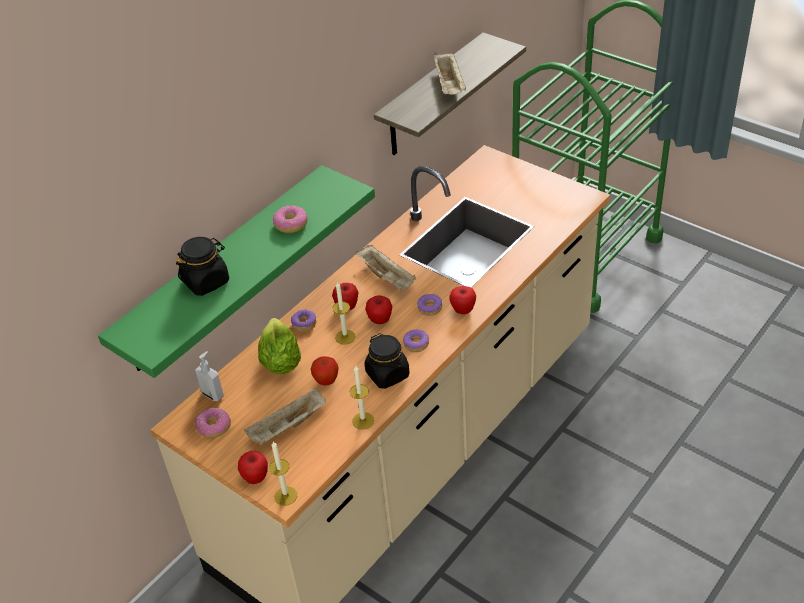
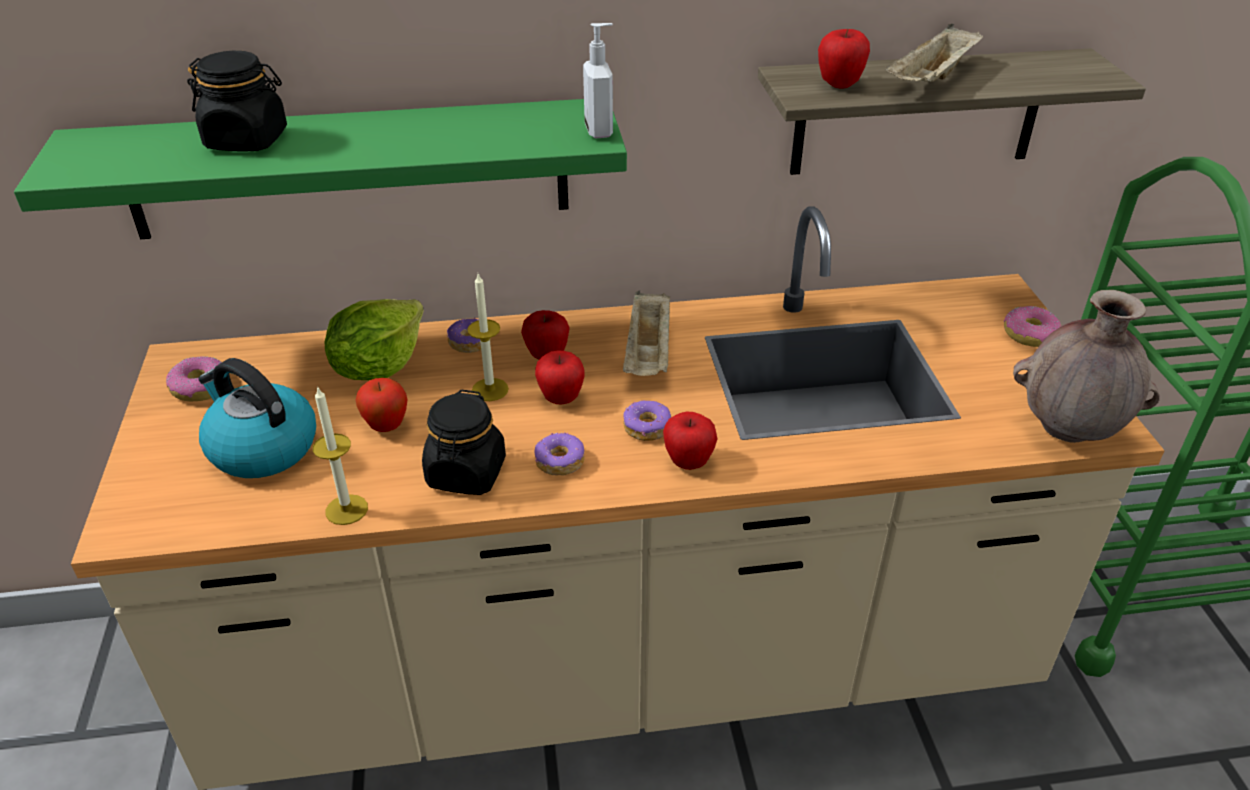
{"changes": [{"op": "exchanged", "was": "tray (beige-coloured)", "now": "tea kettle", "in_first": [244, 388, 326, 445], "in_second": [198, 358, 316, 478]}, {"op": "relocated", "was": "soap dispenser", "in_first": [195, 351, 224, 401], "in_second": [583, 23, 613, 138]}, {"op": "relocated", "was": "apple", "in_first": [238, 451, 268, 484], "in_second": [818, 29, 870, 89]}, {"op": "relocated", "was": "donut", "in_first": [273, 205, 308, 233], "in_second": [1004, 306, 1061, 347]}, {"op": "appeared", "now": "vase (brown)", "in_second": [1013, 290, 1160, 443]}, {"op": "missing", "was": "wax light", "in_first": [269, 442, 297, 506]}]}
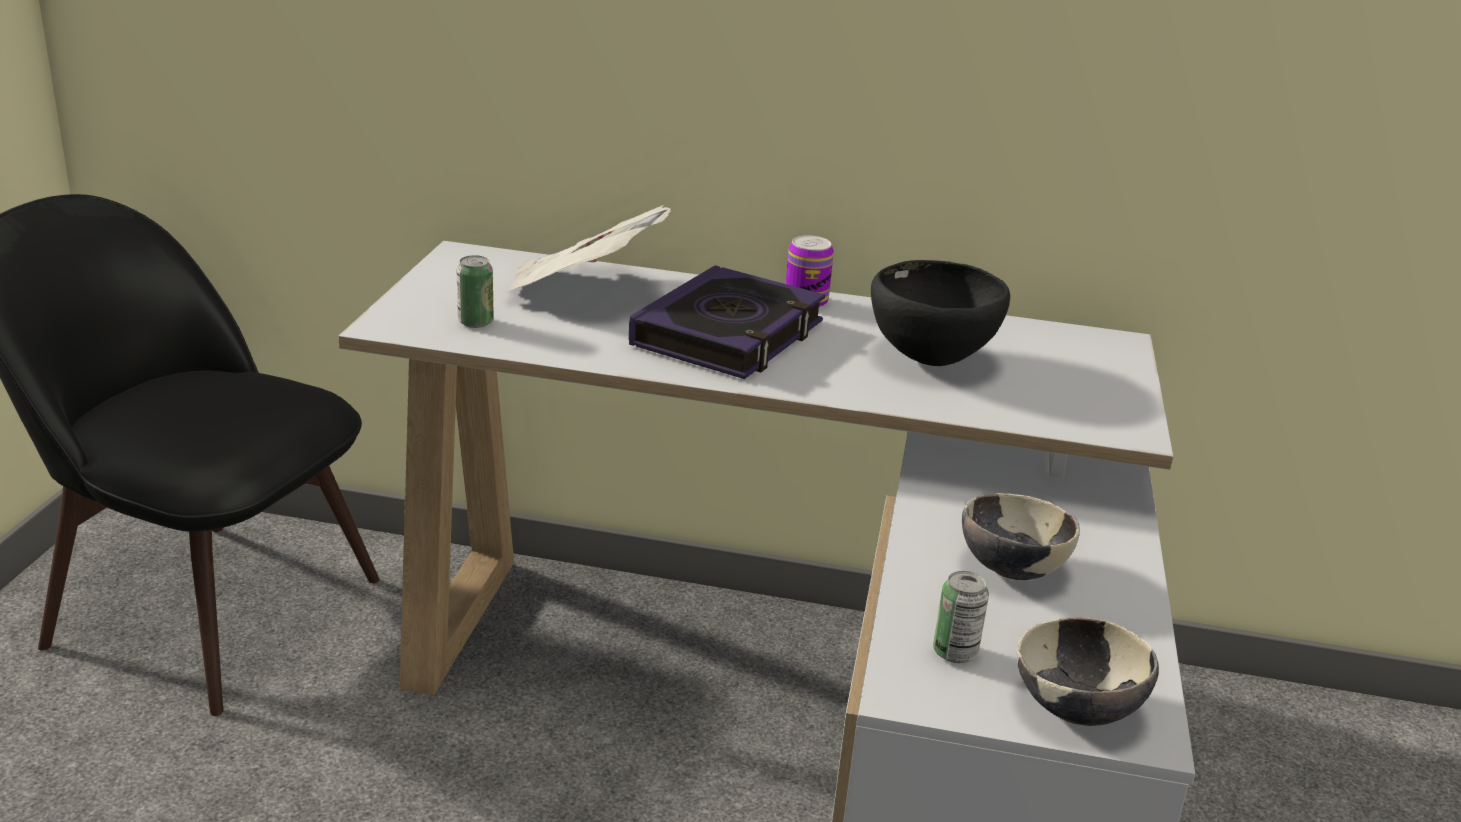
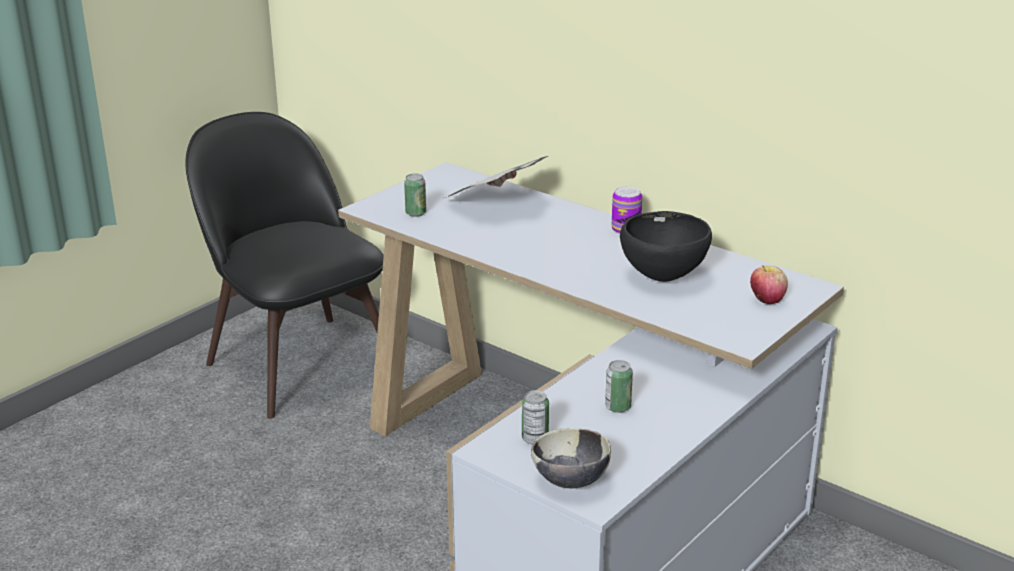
{"changes": [{"op": "exchanged", "was": "serving bowl", "now": "can", "in_first": [962, 493, 1080, 580], "in_second": [605, 360, 633, 413]}, {"op": "appeared", "now": "apple", "in_second": [750, 265, 788, 304]}, {"op": "missing", "was": "volume", "in_first": [629, 265, 825, 379]}]}
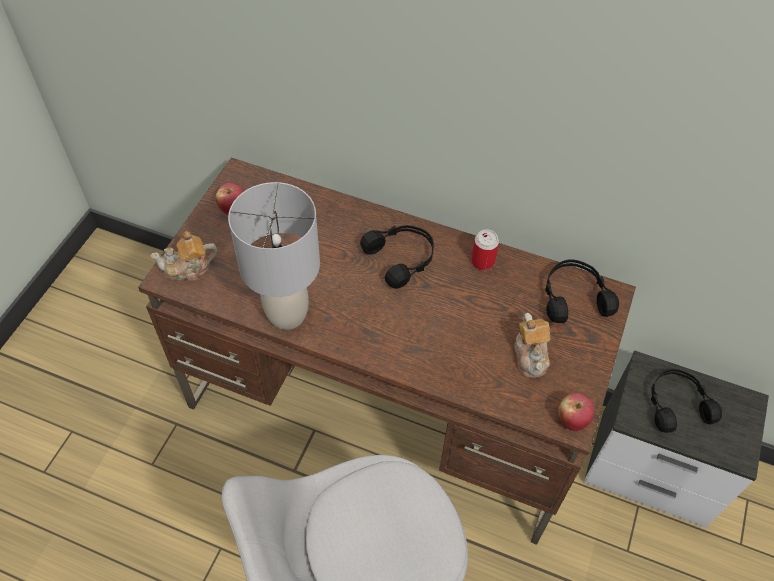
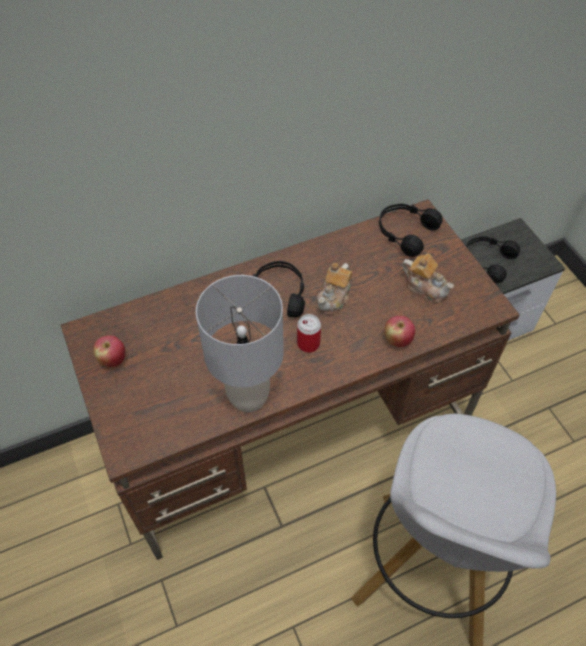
{"changes": [{"op": "relocated", "was": "can", "in_first": [471, 229, 499, 270], "in_second": [297, 314, 321, 352]}, {"op": "relocated", "was": "pot for tea", "in_first": [150, 231, 217, 281], "in_second": [316, 263, 352, 315]}, {"op": "relocated", "was": "apple", "in_first": [558, 393, 594, 431], "in_second": [384, 316, 415, 347]}]}
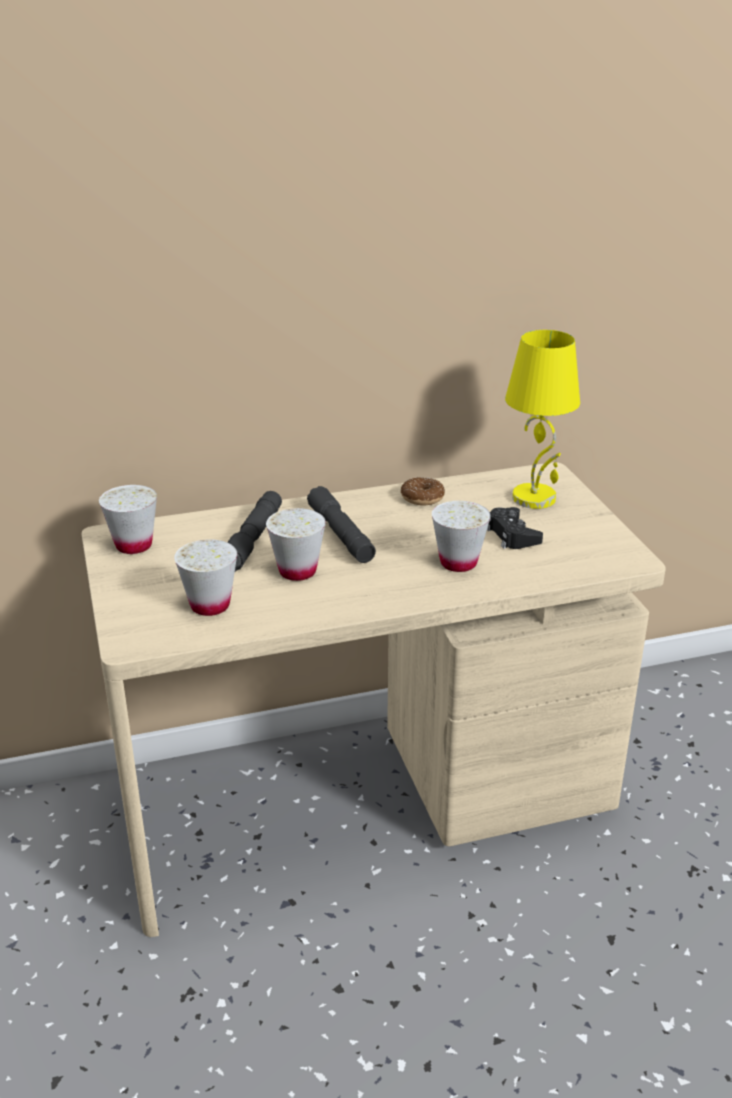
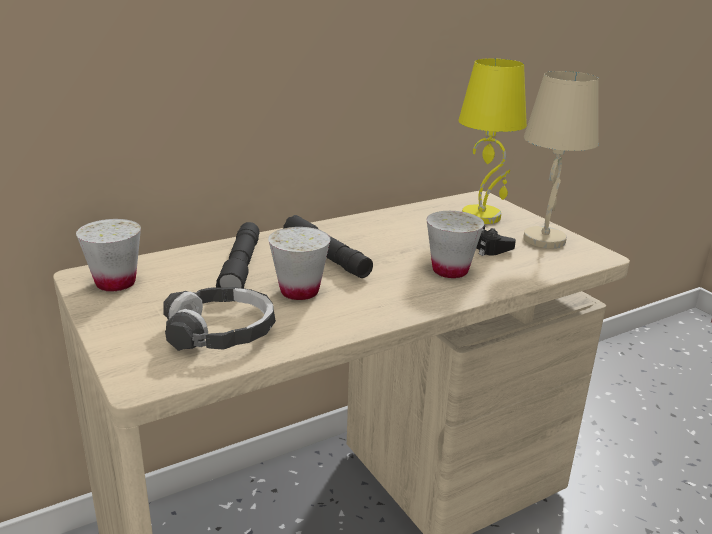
{"changes": [{"op": "exchanged", "was": "small cup (whitish)", "now": "headphones", "in_first": [174, 539, 237, 616], "in_second": [163, 287, 276, 351]}, {"op": "appeared", "now": "lamp for a table (beige-coloured)", "in_second": [523, 71, 599, 249]}, {"op": "missing", "was": "donut", "in_first": [401, 477, 445, 505]}]}
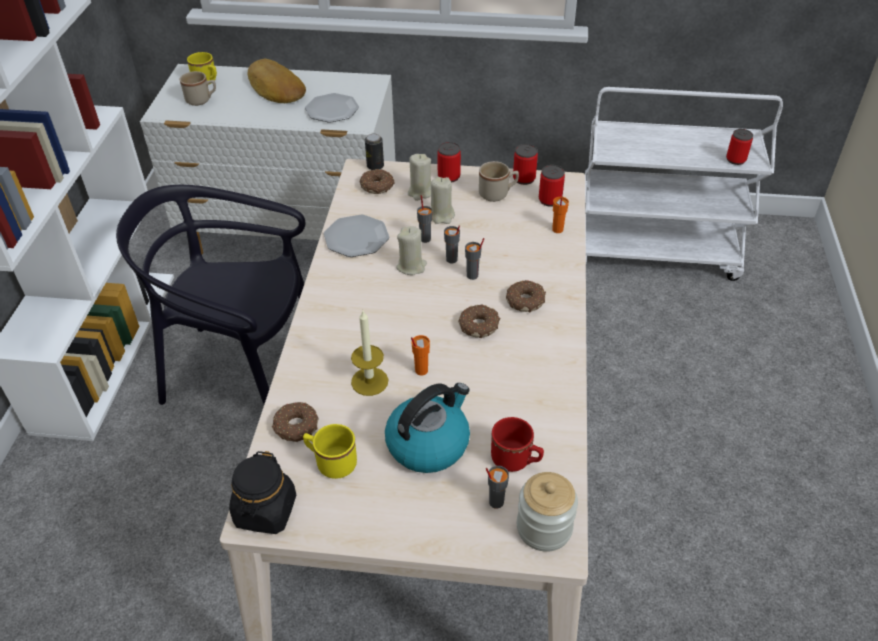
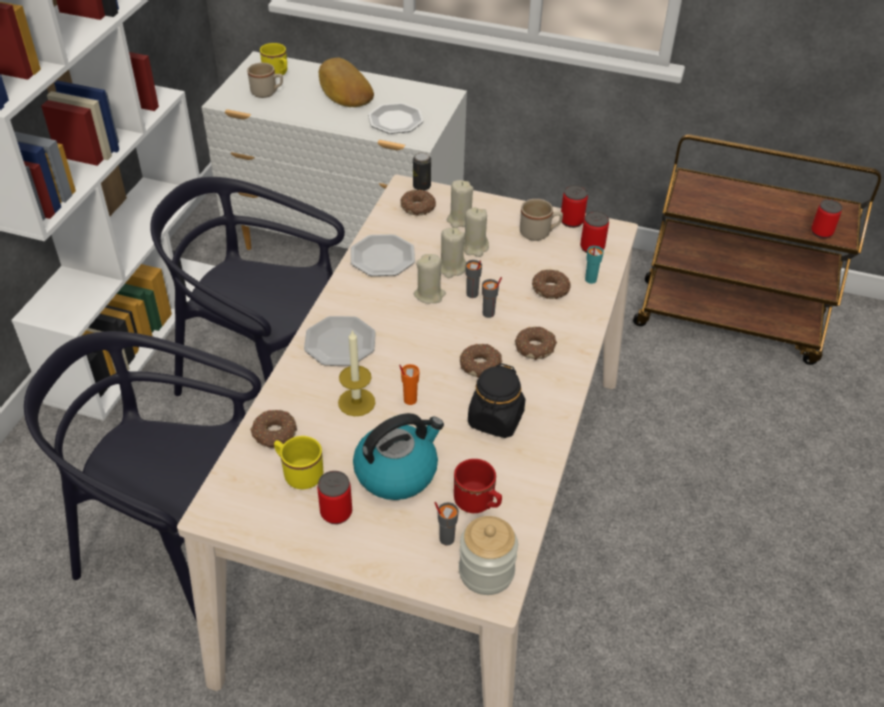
{"changes": [{"op": "appeared", "now": "upright chair (blackish)", "in_second": [24, 331, 261, 622]}, {"op": "appeared", "now": "plate", "in_second": [304, 316, 376, 366]}, {"op": "relocated", "was": "can", "in_first": [437, 142, 461, 183], "in_second": [317, 471, 352, 524]}, {"op": "exchanged", "was": "small cup (greyish)", "now": "wax light (beige-coloured)", "in_first": [417, 195, 433, 243], "in_second": [441, 228, 466, 278]}, {"op": "relocated", "was": "jar (blackish)", "in_first": [229, 451, 296, 534], "in_second": [468, 363, 525, 438]}, {"op": "appeared", "now": "donut", "in_second": [532, 269, 571, 299]}, {"op": "colour", "was": "small cup (orangey)", "now": "small cup (turquoise-coloured)", "in_first": [552, 197, 569, 233], "in_second": [585, 246, 604, 284]}, {"op": "colour", "was": "cart (whitish)", "now": "cart (brown)", "in_first": [585, 87, 783, 281], "in_second": [633, 134, 881, 365]}]}
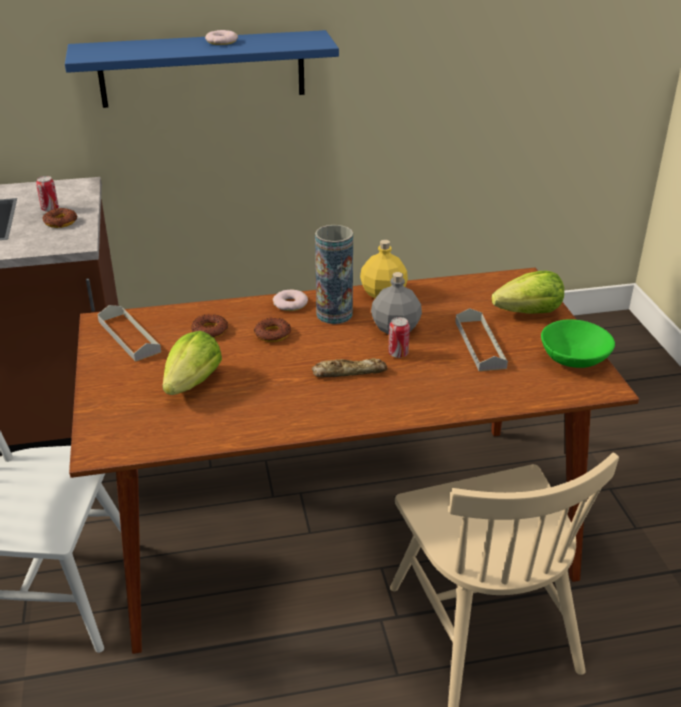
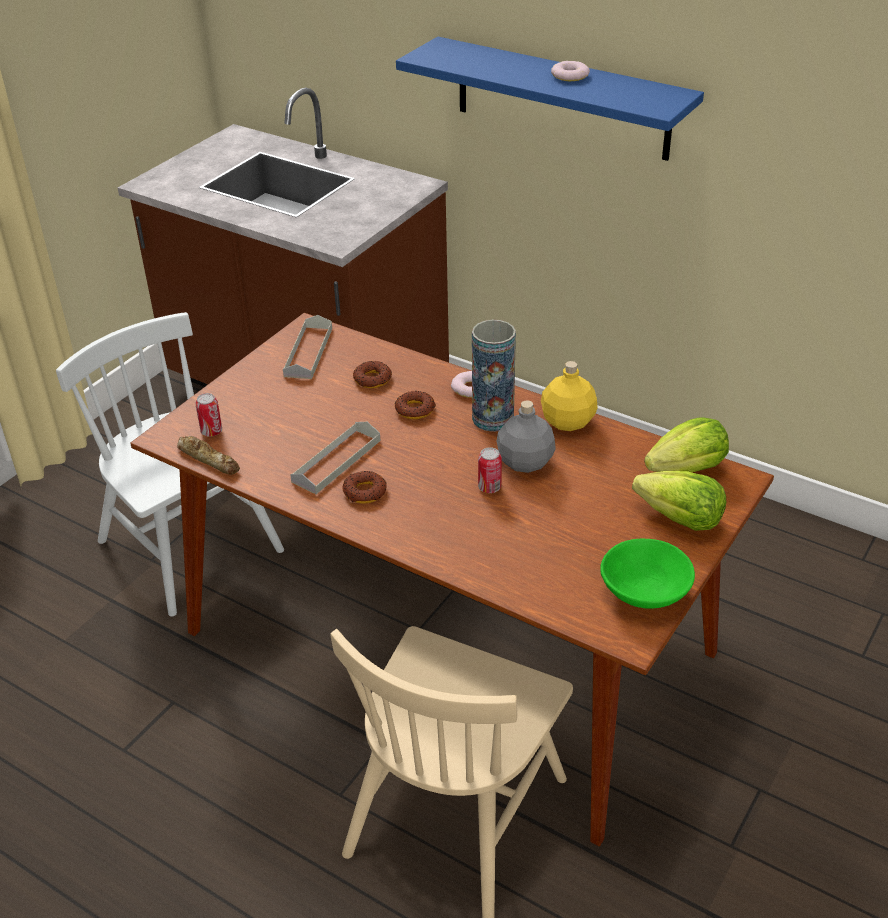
{"changes": [{"op": "relocated", "was": "bakery bread", "in_first": [311, 358, 388, 378], "in_second": [177, 436, 240, 475]}, {"op": "relocated", "was": "can", "in_first": [36, 176, 59, 212], "in_second": [195, 393, 222, 437]}, {"op": "relocated", "was": "tray (greyish)", "in_first": [455, 308, 508, 371], "in_second": [290, 422, 380, 494]}, {"op": "relocated", "was": "donut", "in_first": [43, 208, 77, 228], "in_second": [342, 471, 387, 504]}, {"op": "relocated", "was": "head of lettuce", "in_first": [162, 331, 222, 395], "in_second": [644, 417, 729, 472]}]}
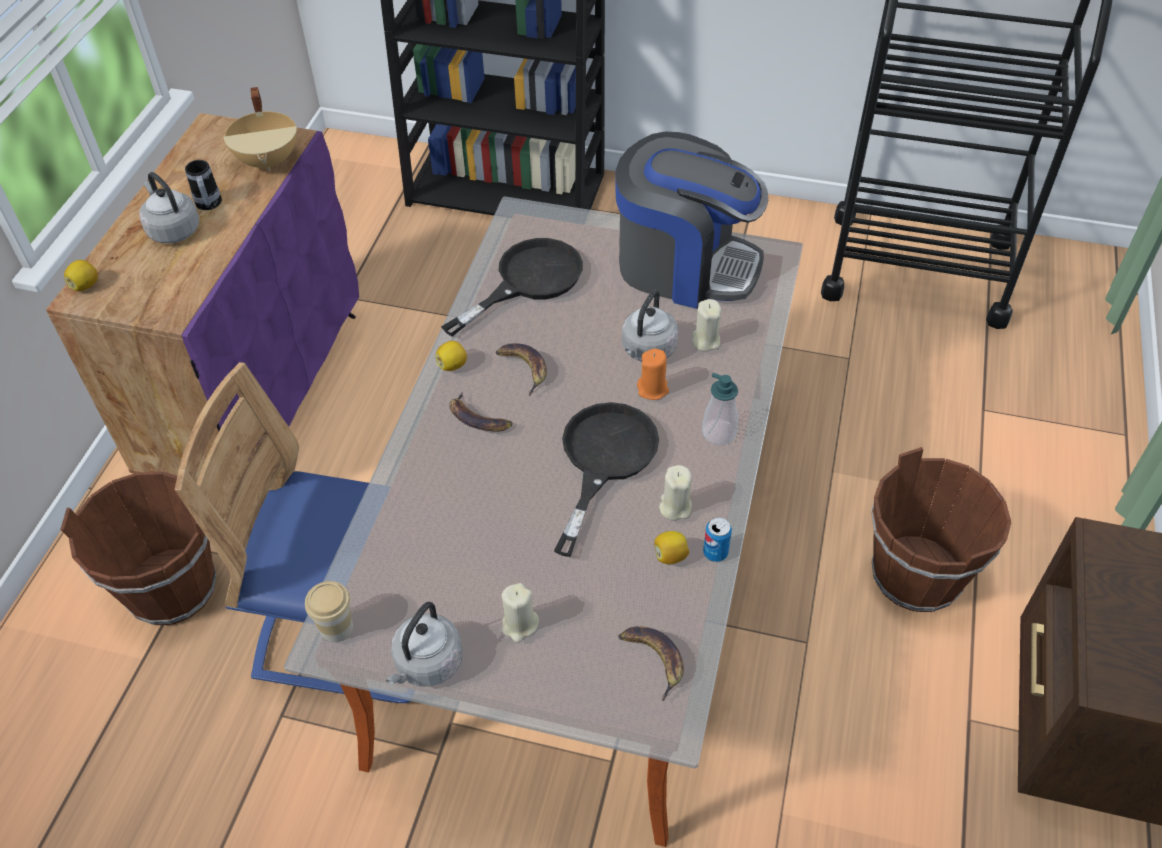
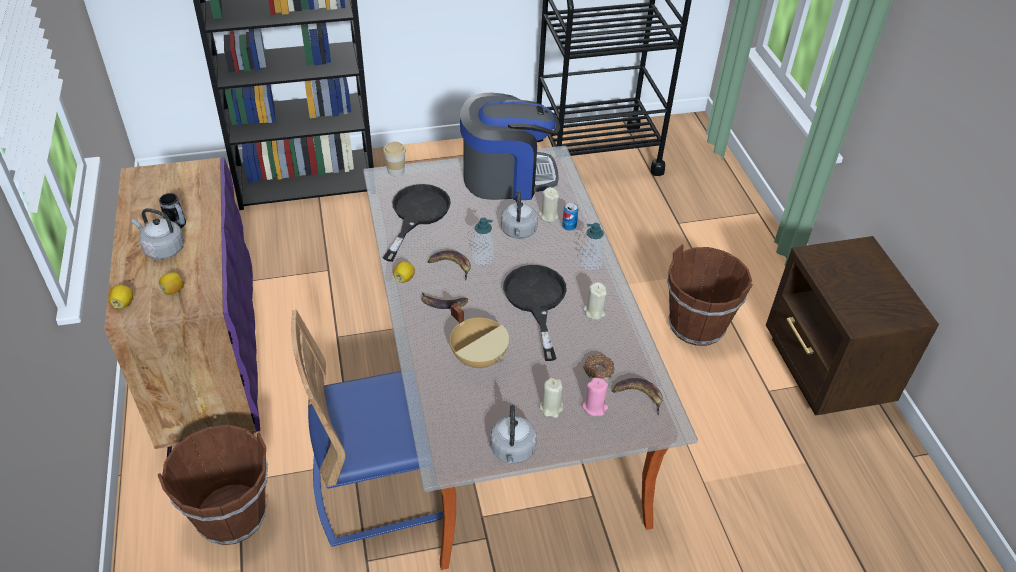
{"changes": [{"op": "relocated", "was": "lemon", "in_first": [654, 531, 689, 564], "in_second": [159, 272, 184, 295]}, {"op": "relocated", "was": "small cup", "in_first": [305, 581, 353, 642], "in_second": [383, 142, 406, 176]}, {"op": "relocated", "was": "stockpot (beige-coloured)", "in_first": [224, 87, 297, 171], "in_second": [450, 303, 509, 368]}, {"op": "appeared", "now": "soap dispenser", "in_second": [472, 218, 494, 266]}, {"op": "relocated", "was": "can", "in_first": [703, 517, 732, 562], "in_second": [562, 203, 578, 230]}, {"op": "appeared", "now": "wax light (pinkish)", "in_second": [582, 378, 608, 416]}, {"op": "appeared", "now": "donut", "in_second": [583, 354, 614, 380]}, {"op": "missing", "was": "wax light (orangey)", "in_first": [637, 349, 669, 400]}]}
